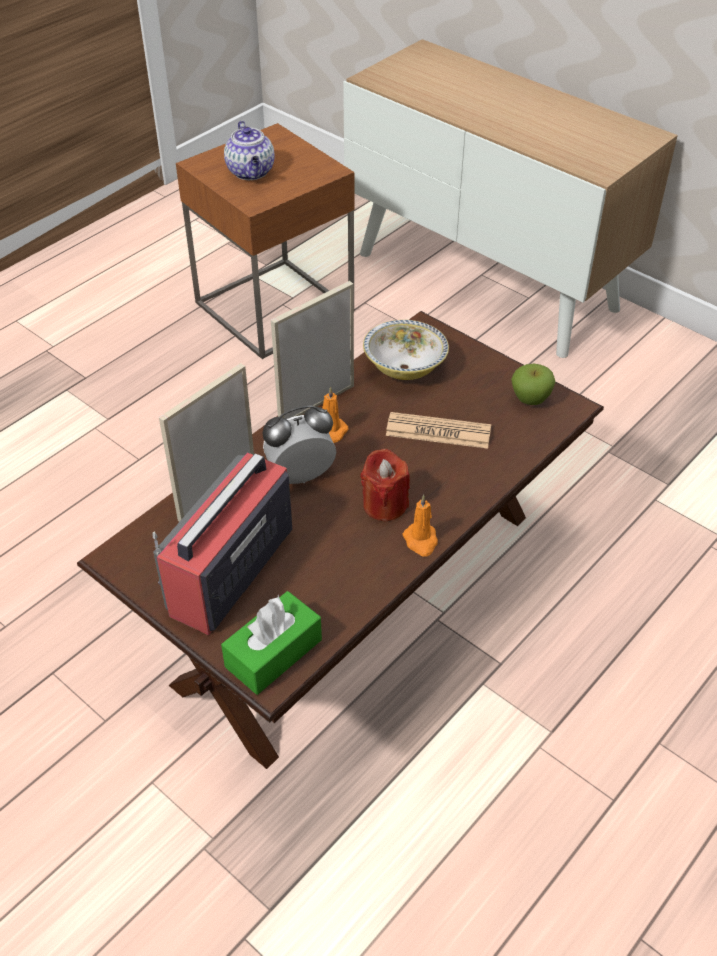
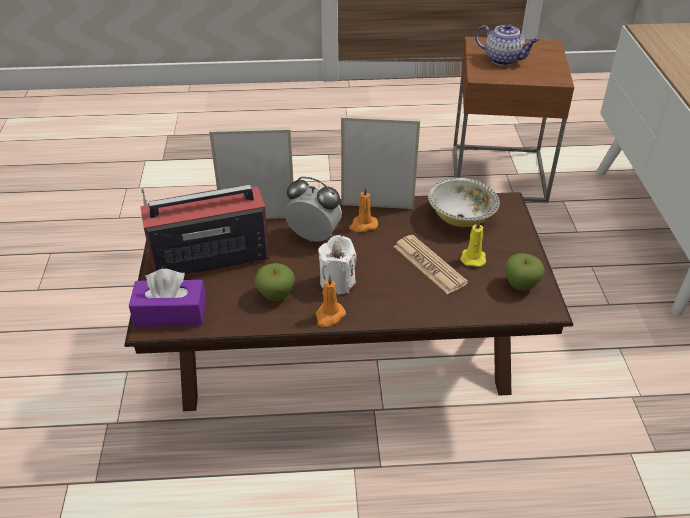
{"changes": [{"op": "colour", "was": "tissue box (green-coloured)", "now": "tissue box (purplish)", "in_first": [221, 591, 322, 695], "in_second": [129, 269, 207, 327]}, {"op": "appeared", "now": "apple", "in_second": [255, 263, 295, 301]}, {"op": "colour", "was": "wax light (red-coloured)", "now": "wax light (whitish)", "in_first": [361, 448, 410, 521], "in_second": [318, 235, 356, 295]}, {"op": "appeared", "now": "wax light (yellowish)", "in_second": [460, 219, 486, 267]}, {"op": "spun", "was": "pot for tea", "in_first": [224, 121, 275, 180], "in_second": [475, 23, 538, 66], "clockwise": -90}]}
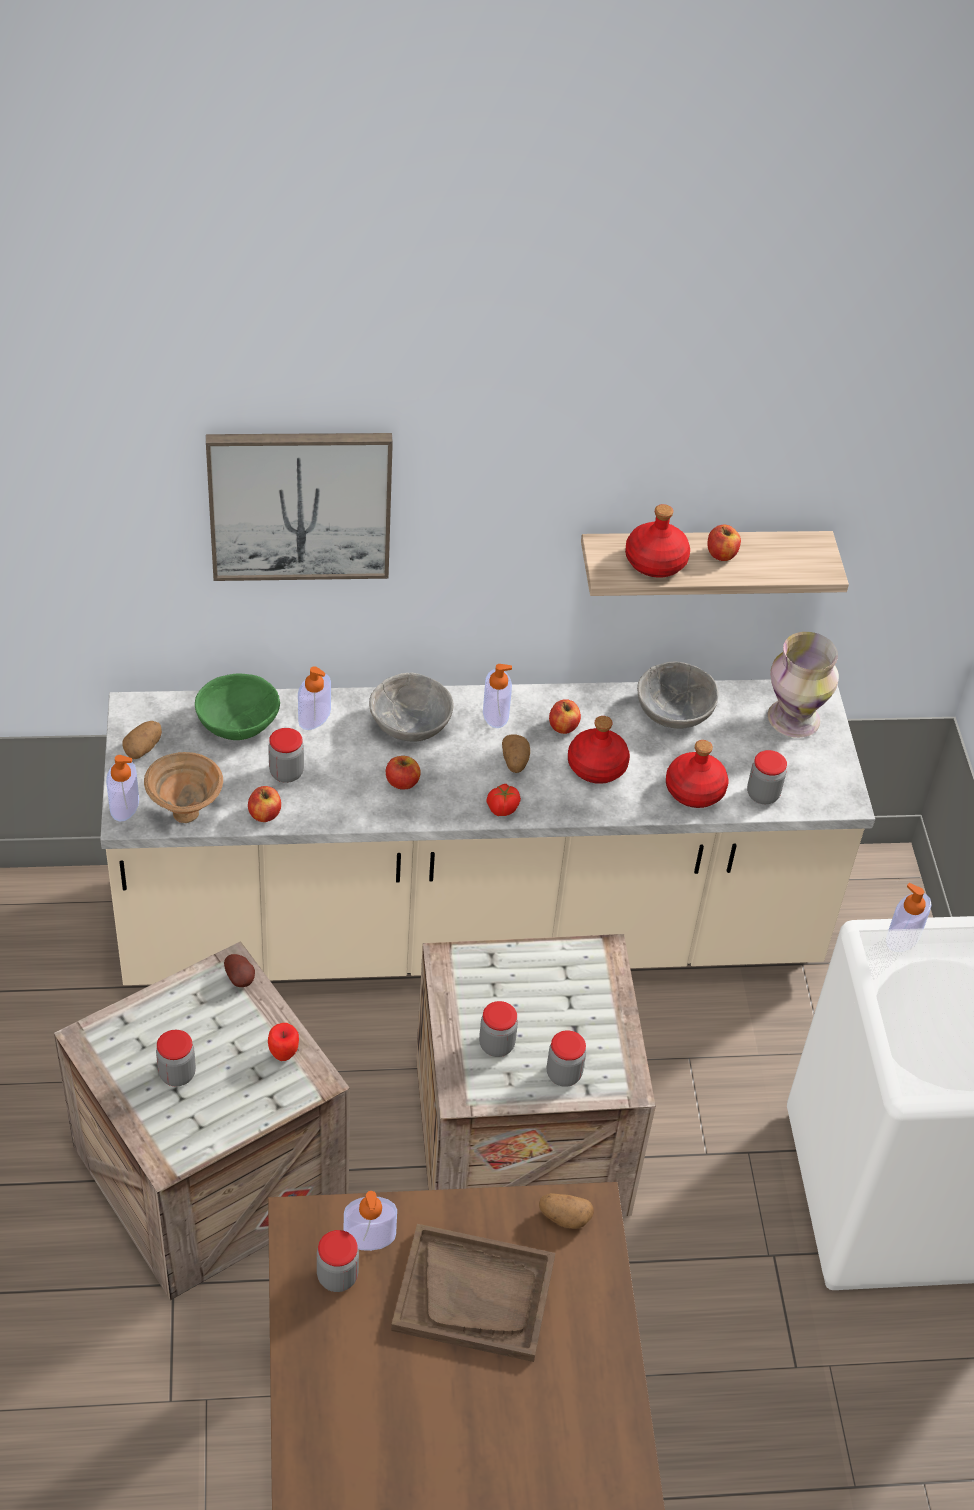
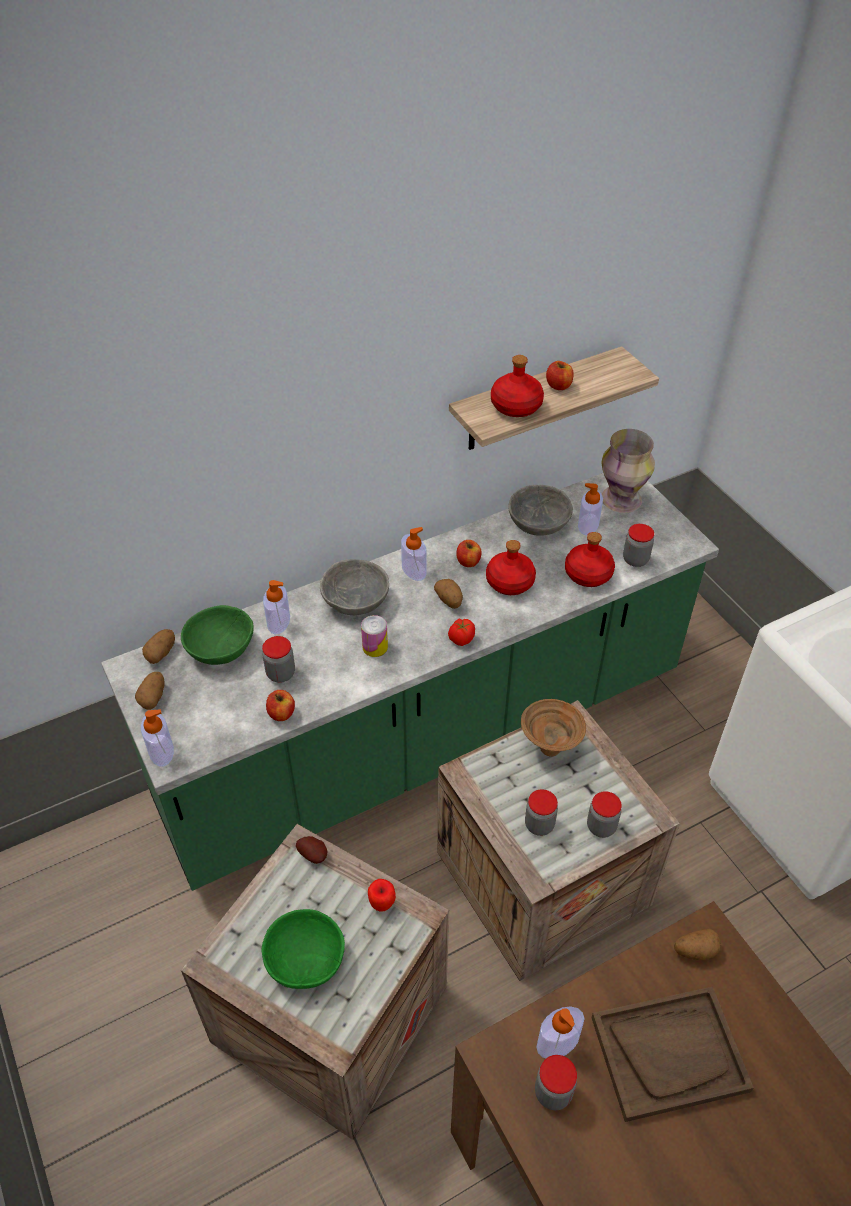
{"changes": [{"op": "colour", "was": "counter (beige-coloured)", "now": "counter (green-coloured)", "in_first": [100, 680, 875, 985], "in_second": [101, 473, 719, 891]}, {"op": "appeared", "now": "potato", "in_second": [142, 629, 175, 664]}, {"op": "exchanged", "was": "jar", "now": "serving bowl (green-coloured)", "in_first": [156, 1030, 196, 1086], "in_second": [262, 909, 345, 989]}, {"op": "exchanged", "was": "apple", "now": "can", "in_first": [386, 756, 421, 789], "in_second": [361, 615, 388, 657]}, {"op": "relocated", "was": "serving bowl (brown)", "in_first": [144, 752, 223, 823], "in_second": [521, 699, 586, 757]}, {"op": "relocated", "was": "soap dispenser", "in_first": [886, 883, 932, 952], "in_second": [578, 483, 603, 535]}, {"op": "missing", "was": "picture", "in_first": [206, 433, 393, 581]}]}
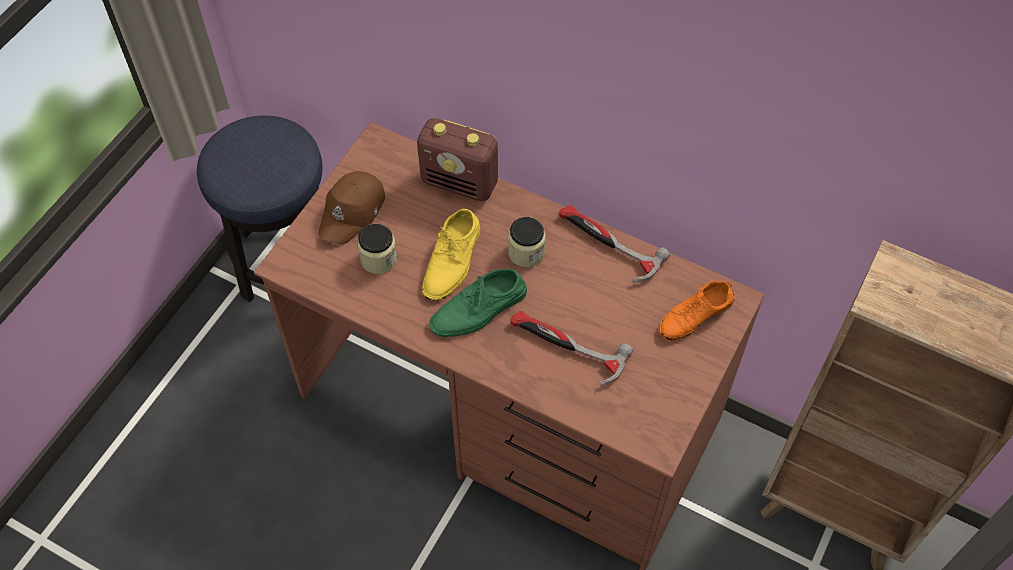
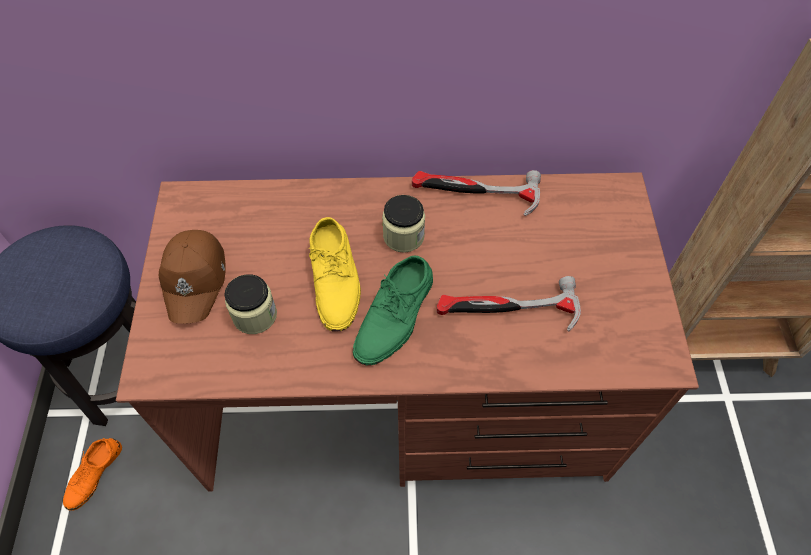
{"changes": [{"op": "relocated", "was": "low shoe (orangey)", "in_first": [659, 281, 734, 341], "in_second": [63, 438, 122, 511]}, {"op": "missing", "was": "radio", "in_first": [417, 118, 498, 202]}]}
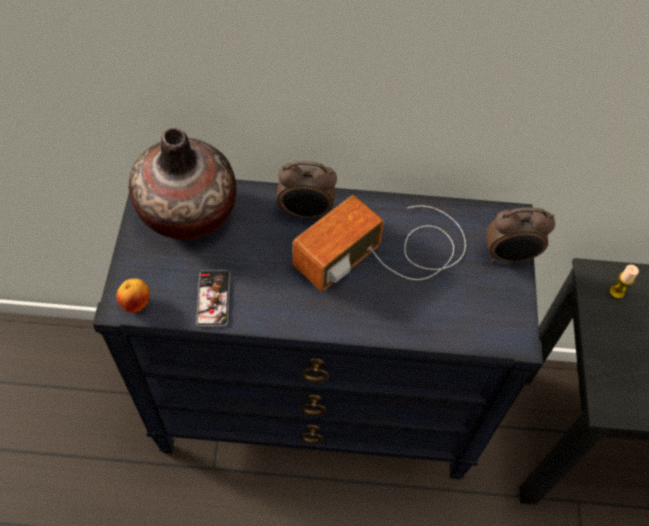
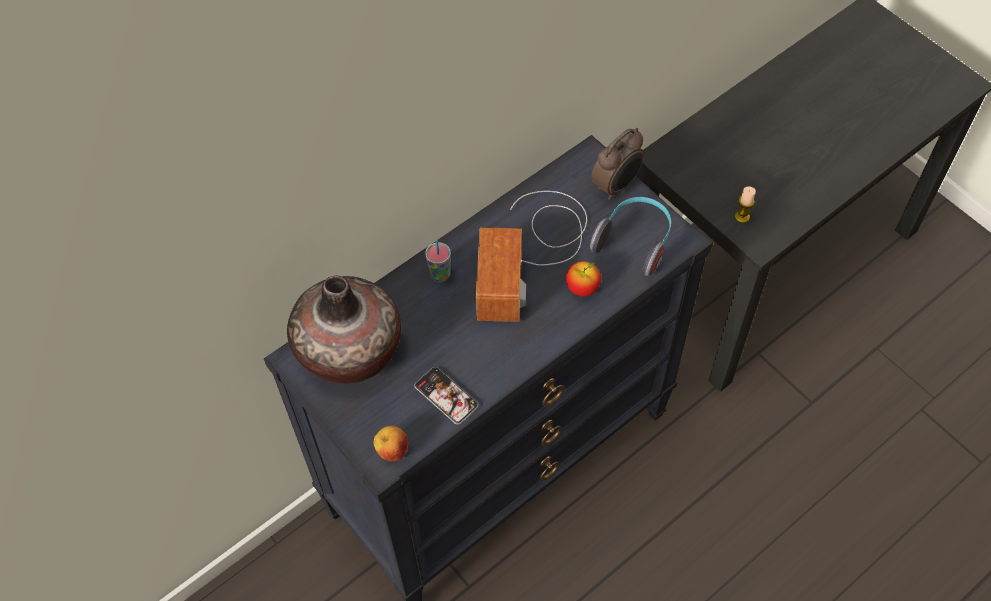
{"changes": [{"op": "exchanged", "was": "bedside clock", "now": "small cup", "in_first": [277, 161, 337, 218], "in_second": [425, 240, 451, 282]}, {"op": "appeared", "now": "apple", "in_second": [566, 261, 601, 296]}, {"op": "appeared", "now": "headphones", "in_second": [590, 197, 671, 276]}, {"op": "relocated", "was": "wax light", "in_first": [609, 265, 639, 299], "in_second": [735, 186, 756, 223]}]}
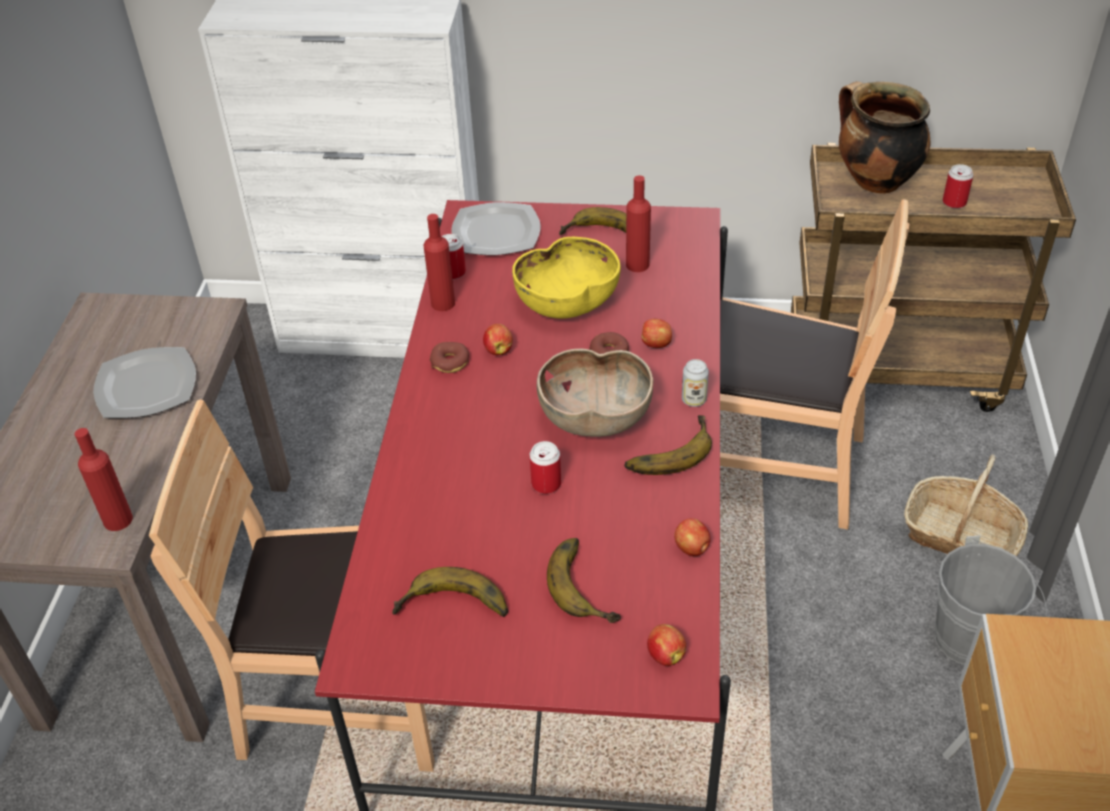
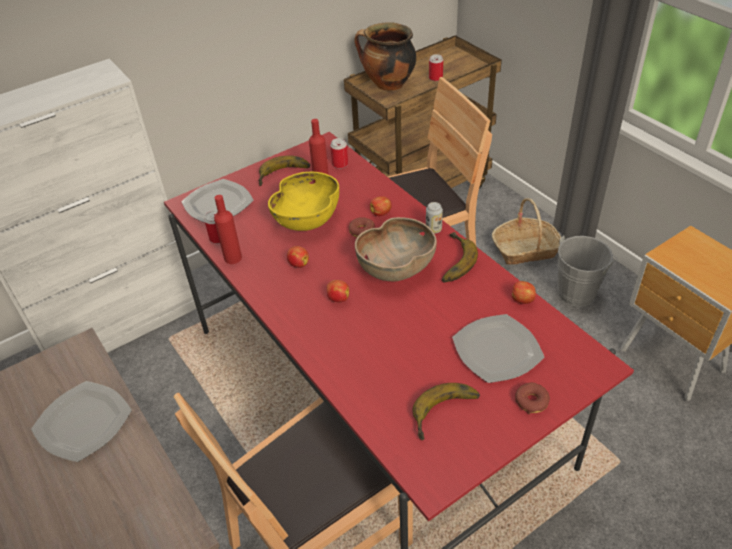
{"changes": [{"op": "relocated", "was": "apple", "in_first": [647, 624, 686, 666], "in_second": [327, 280, 349, 302]}, {"op": "relocated", "was": "can", "in_first": [530, 441, 561, 494], "in_second": [330, 138, 348, 169]}, {"op": "exchanged", "was": "whole banana", "now": "plate", "in_first": [547, 538, 621, 623], "in_second": [452, 314, 544, 383]}, {"op": "relocated", "was": "donut", "in_first": [430, 342, 469, 373], "in_second": [515, 382, 550, 414]}, {"op": "missing", "was": "bottle (red-coloured)", "in_first": [75, 428, 133, 531]}]}
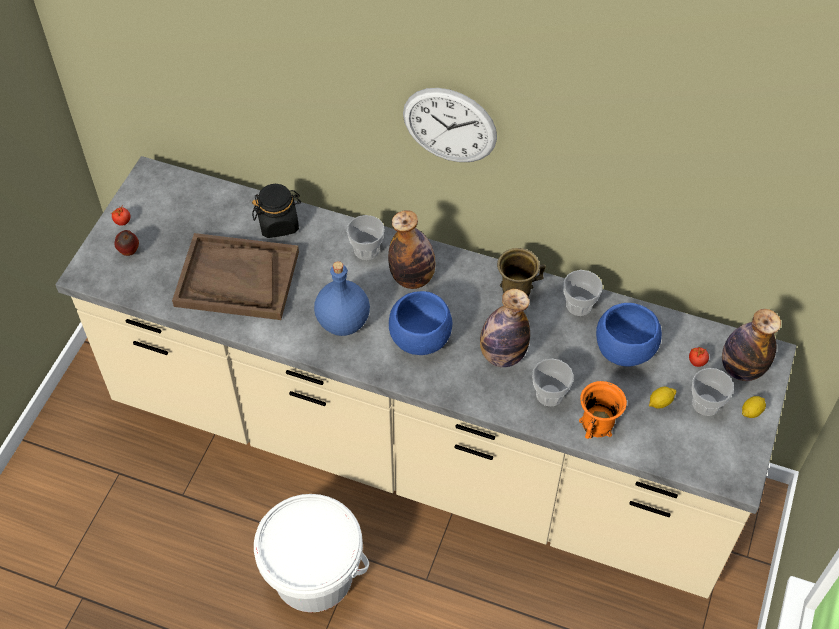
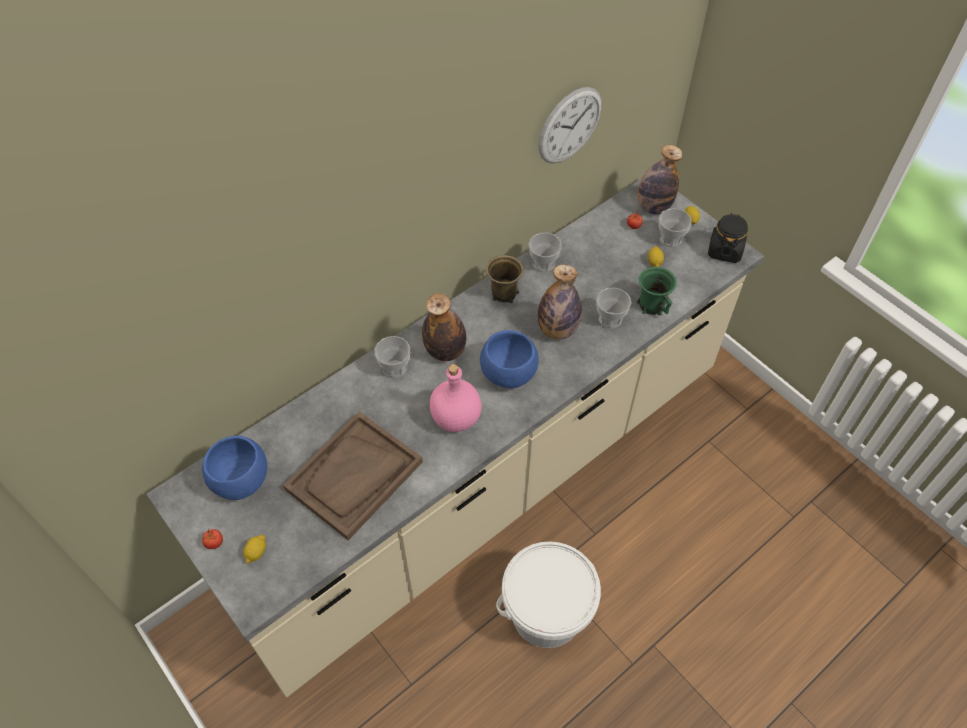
{"changes": [{"op": "relocated", "was": "serving bowl (blue-coloured)", "in_first": [596, 303, 662, 367], "in_second": [202, 436, 268, 500]}, {"op": "exchanged", "was": "apple", "now": "lemon", "in_first": [114, 230, 139, 256], "in_second": [243, 534, 266, 564]}, {"op": "colour", "was": "bottle (blue-coloured)", "now": "bottle (pinkish)", "in_first": [314, 261, 370, 336], "in_second": [430, 364, 482, 432]}, {"op": "relocated", "was": "wall clock", "in_first": [403, 88, 497, 162], "in_second": [538, 87, 602, 164]}, {"op": "colour", "was": "coffee mug (orangey)", "now": "coffee mug (green-coloured)", "in_first": [579, 381, 627, 439], "in_second": [637, 267, 677, 315]}, {"op": "relocated", "was": "jar (blackish)", "in_first": [252, 184, 301, 238], "in_second": [708, 213, 748, 263]}]}
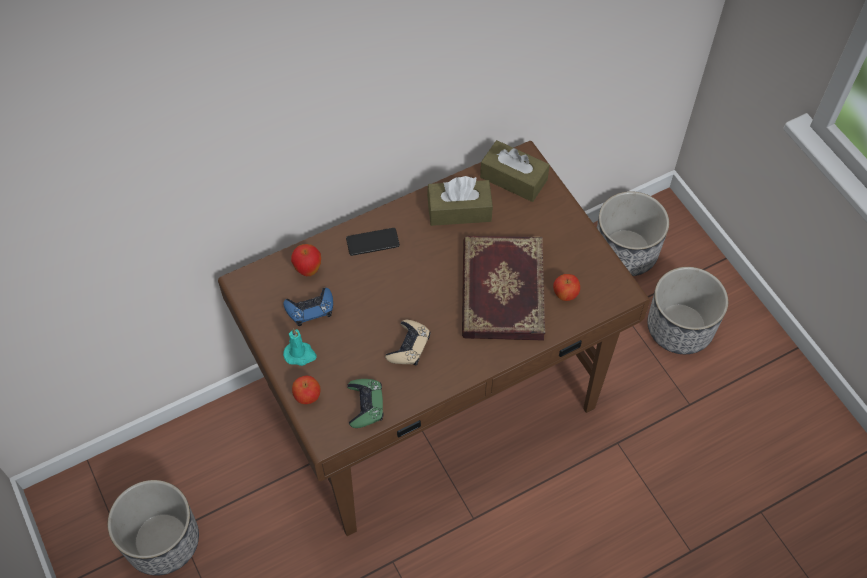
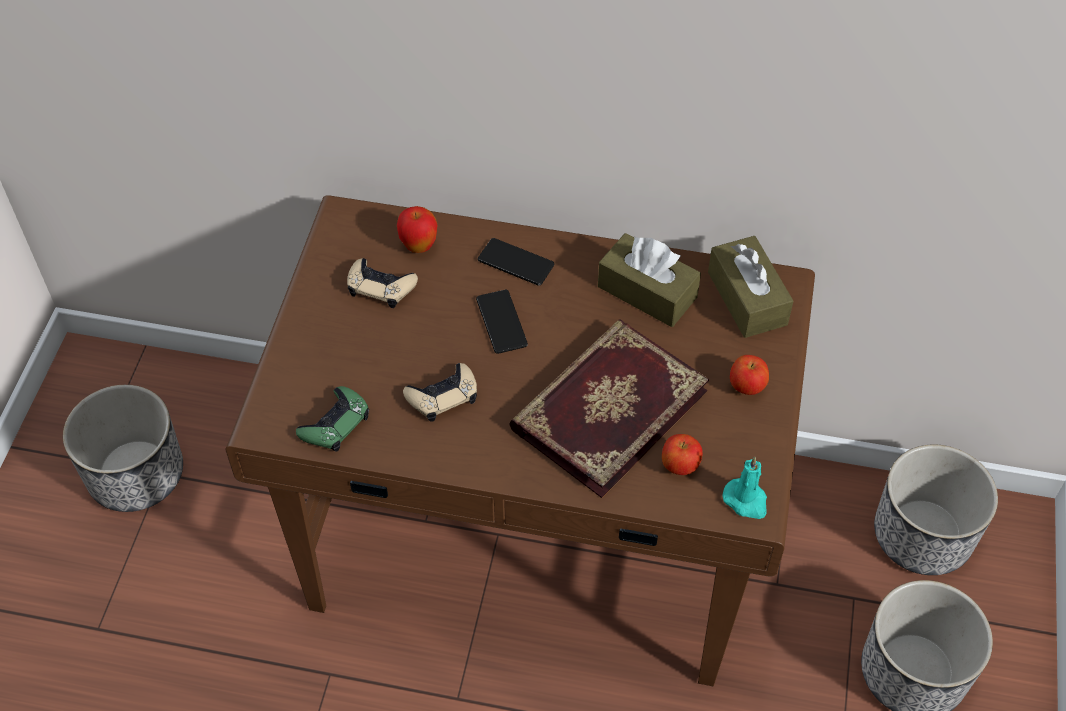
{"changes": [{"op": "colour", "was": "game controller (blue-coloured)", "now": "game controller (beige-coloured)", "in_first": [283, 288, 333, 326], "in_second": [347, 258, 418, 308]}, {"op": "appeared", "now": "phone", "in_second": [476, 290, 528, 354]}, {"op": "relocated", "was": "wax light (turquoise-coloured)", "in_first": [283, 328, 317, 366], "in_second": [722, 457, 767, 519]}, {"op": "relocated", "was": "apple", "in_first": [292, 376, 320, 404], "in_second": [730, 355, 769, 395]}]}
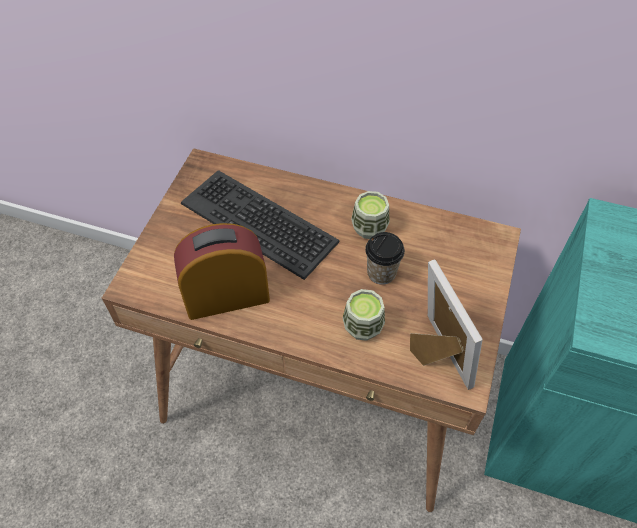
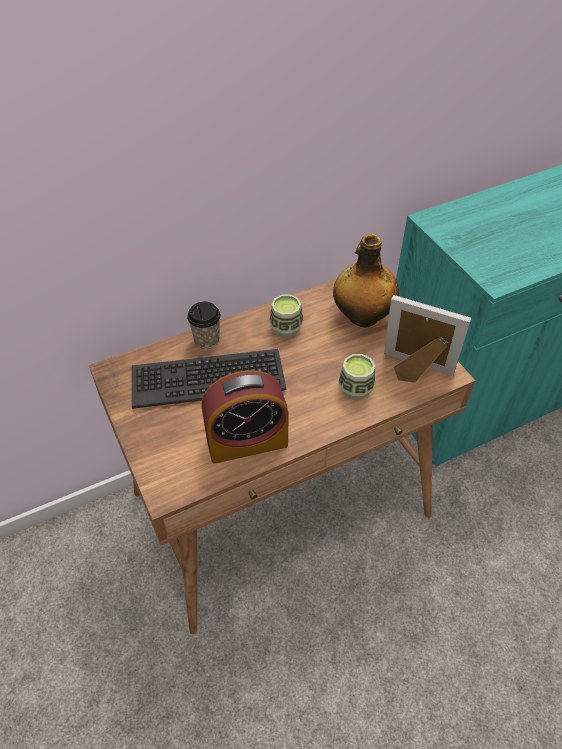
{"changes": [{"op": "relocated", "was": "small cup", "in_first": [365, 232, 405, 285], "in_second": [187, 302, 221, 349]}, {"op": "spun", "was": "bedside clock", "in_first": [174, 223, 270, 320], "in_second": [202, 370, 289, 464], "clockwise": -135}, {"op": "appeared", "now": "bottle", "in_second": [333, 234, 399, 327]}]}
